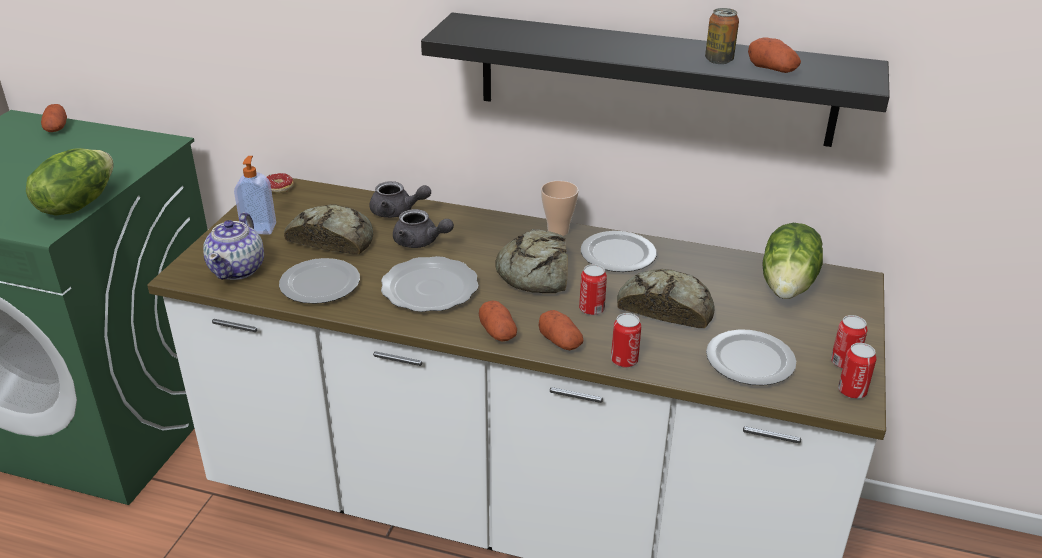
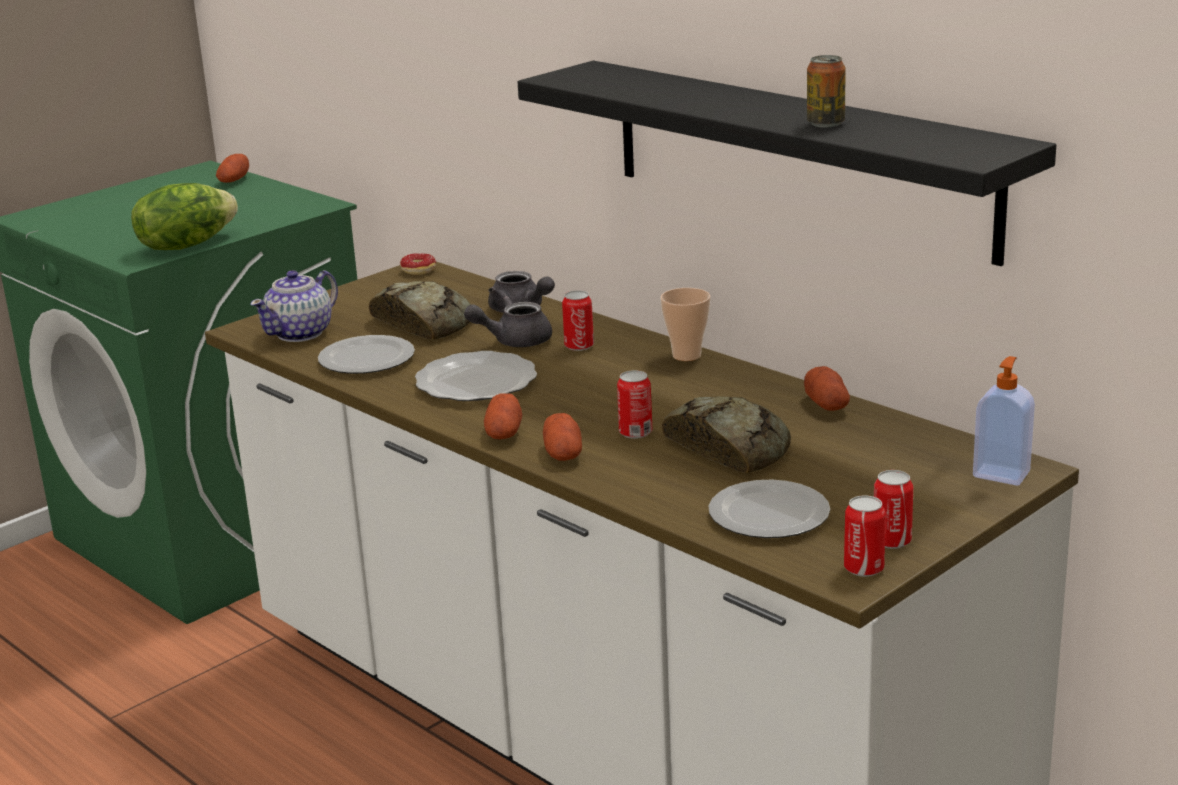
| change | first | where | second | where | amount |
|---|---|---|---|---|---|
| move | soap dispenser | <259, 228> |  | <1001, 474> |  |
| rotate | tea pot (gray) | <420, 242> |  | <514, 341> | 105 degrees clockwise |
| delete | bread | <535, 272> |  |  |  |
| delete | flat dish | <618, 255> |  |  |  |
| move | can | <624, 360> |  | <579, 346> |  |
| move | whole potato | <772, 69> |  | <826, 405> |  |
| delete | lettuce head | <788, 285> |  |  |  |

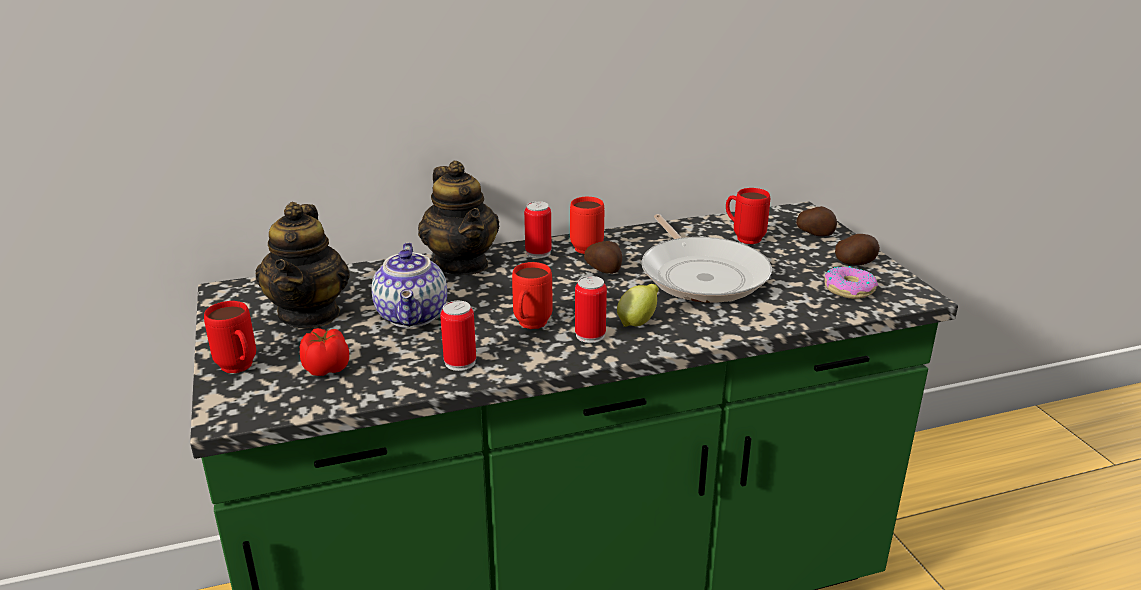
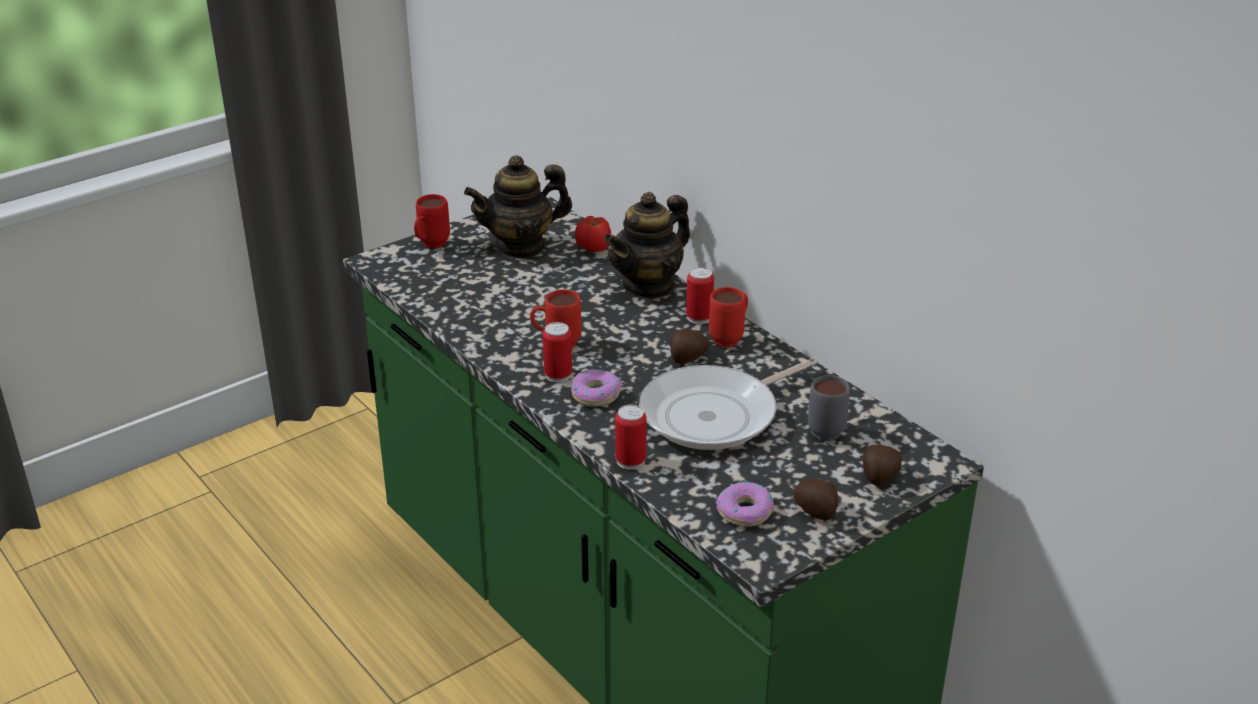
| change | first | where | second | where | amount |
|---|---|---|---|---|---|
| move | tomato | <326, 368> |  | <594, 247> |  |
| delete | tea pot | <414, 316> |  |  |  |
| move | can | <460, 362> |  | <630, 460> |  |
| replace | citrus fruit | <638, 322> | ring doughnut | <595, 394> |  |
| recolor | mug (reddish) | <743, 237> | mug (gray) | <828, 429> |  |

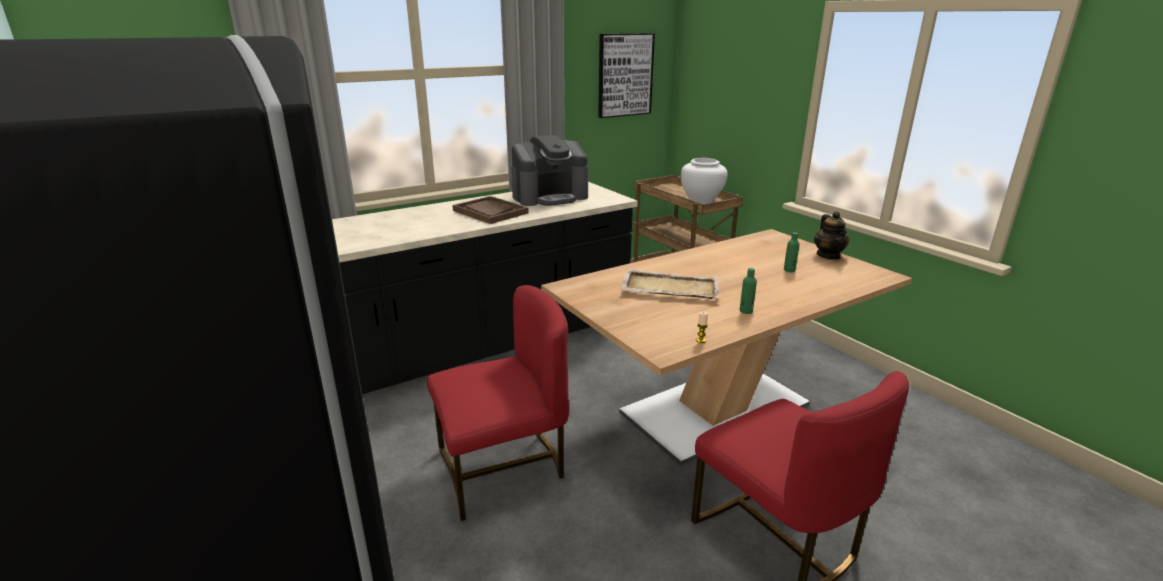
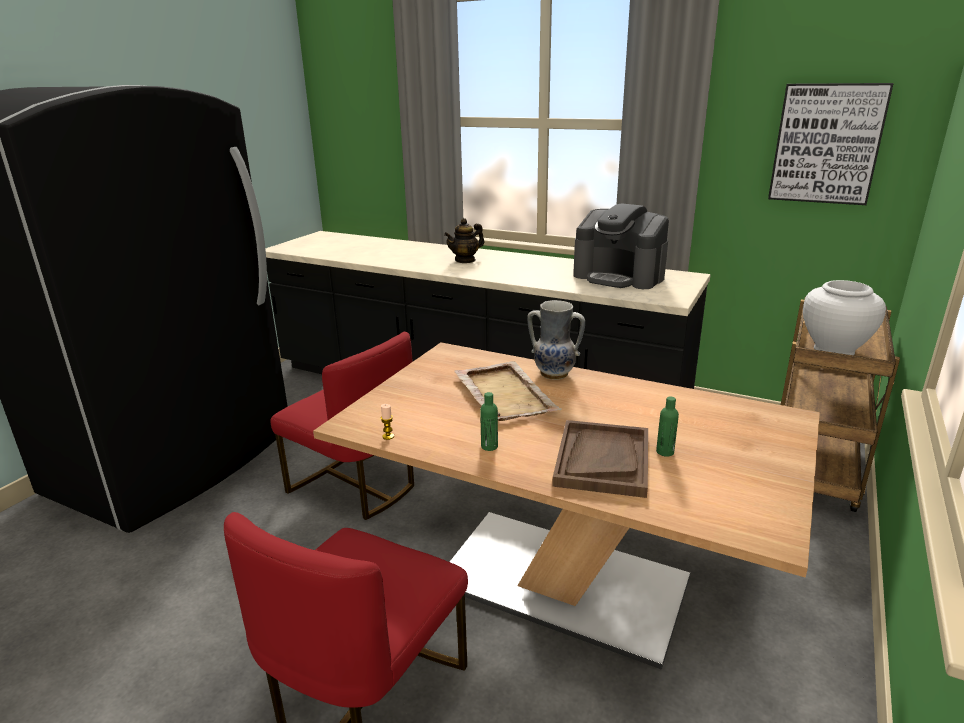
| change | first | where | second | where | amount |
|---|---|---|---|---|---|
| move | serving tray (brownish) | <490, 212> |  | <602, 460> |  |
| move | tea pot | <828, 255> |  | <465, 260> |  |
| insert |  |  | flower vase | <554, 373> |  |

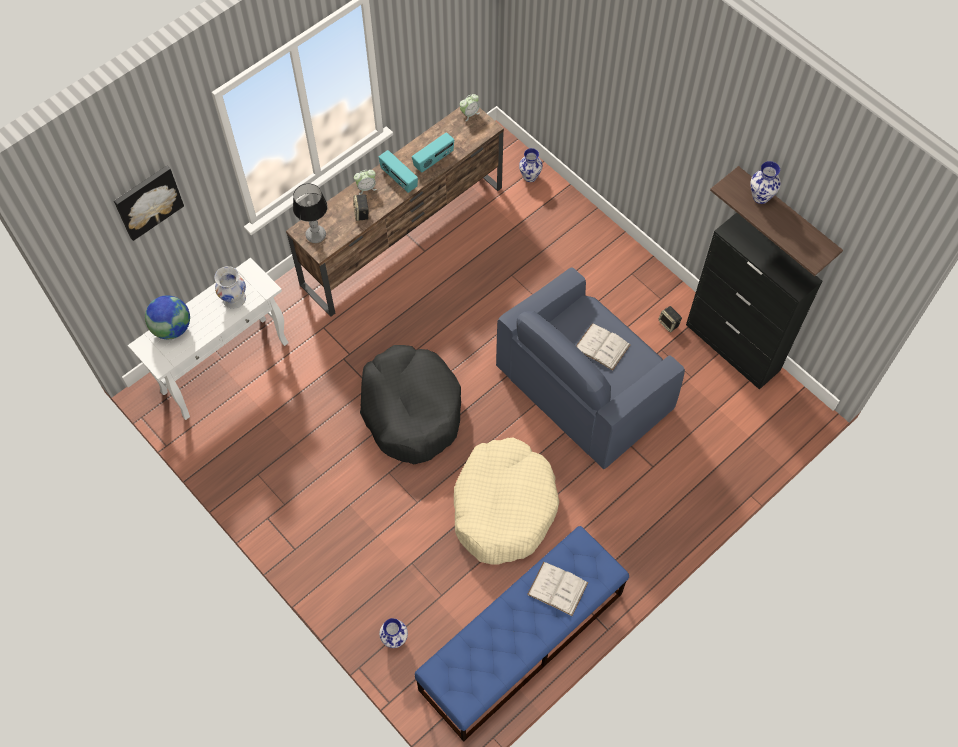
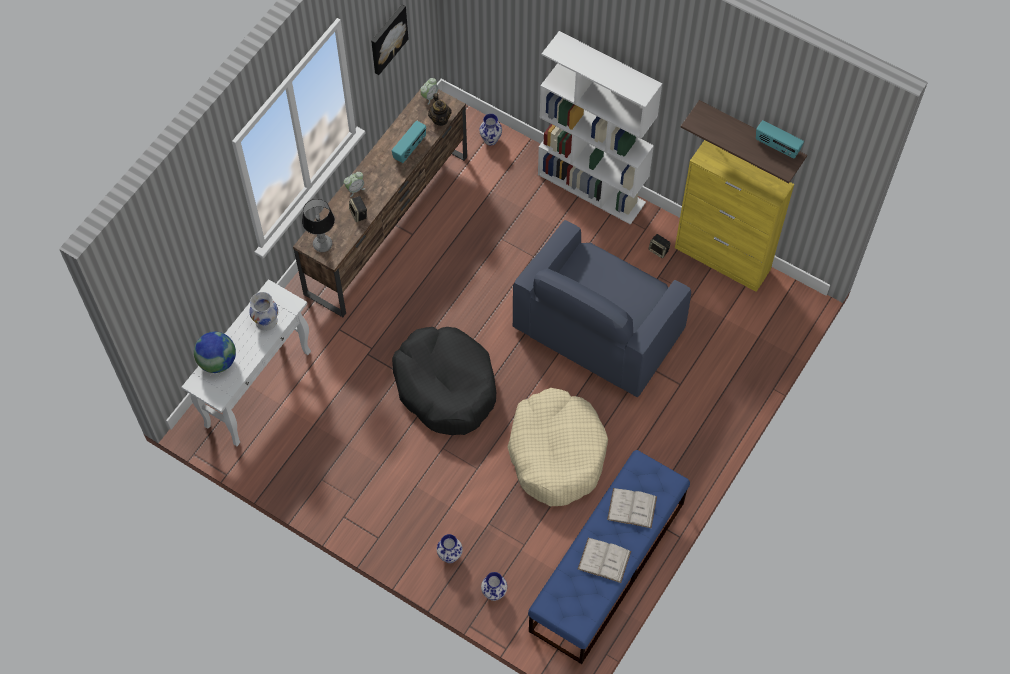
| change | first | where | second | where | amount |
|---|---|---|---|---|---|
| move | wall picture | <147, 201> |  | <387, 38> |  |
| move | radio receiver | <398, 179> |  | <777, 147> |  |
| move | book (white-coloured) | <602, 346> |  | <604, 560> |  |
| recolor | cupboard (black) | <732, 348> | cupboard (yellow-coloured) | <722, 259> |  |
| move | flower vase | <761, 197> |  | <450, 556> |  |
| insert |  |  | tea pot | <440, 119> |  |
| insert |  |  | shelving unit (white-coloured) | <592, 188> |  |

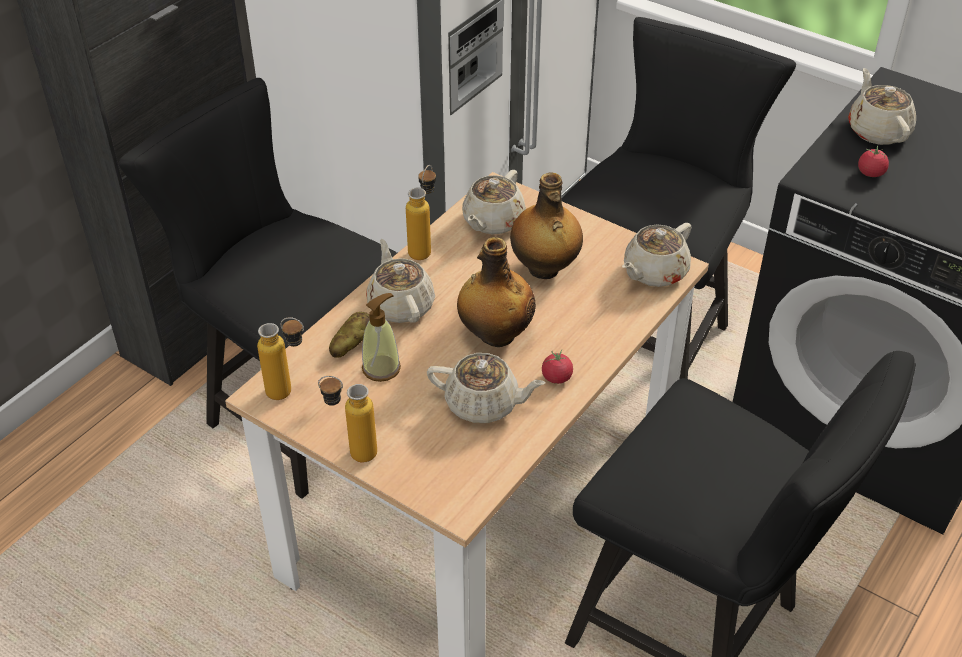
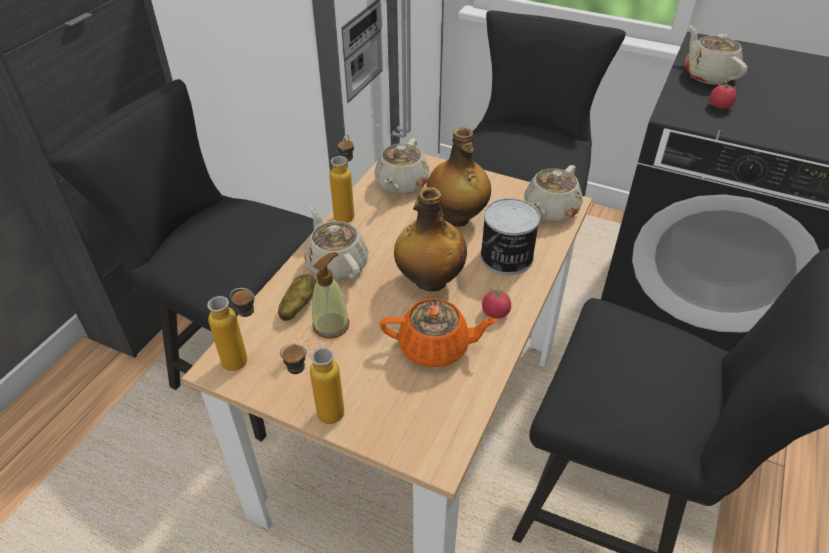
| change | first | where | second | where | amount |
|---|---|---|---|---|---|
| recolor | tea pot (beige-coloured) | <483, 404> | tea pot (orangey) | <435, 347> |  |
| insert |  |  | can | <506, 257> |  |

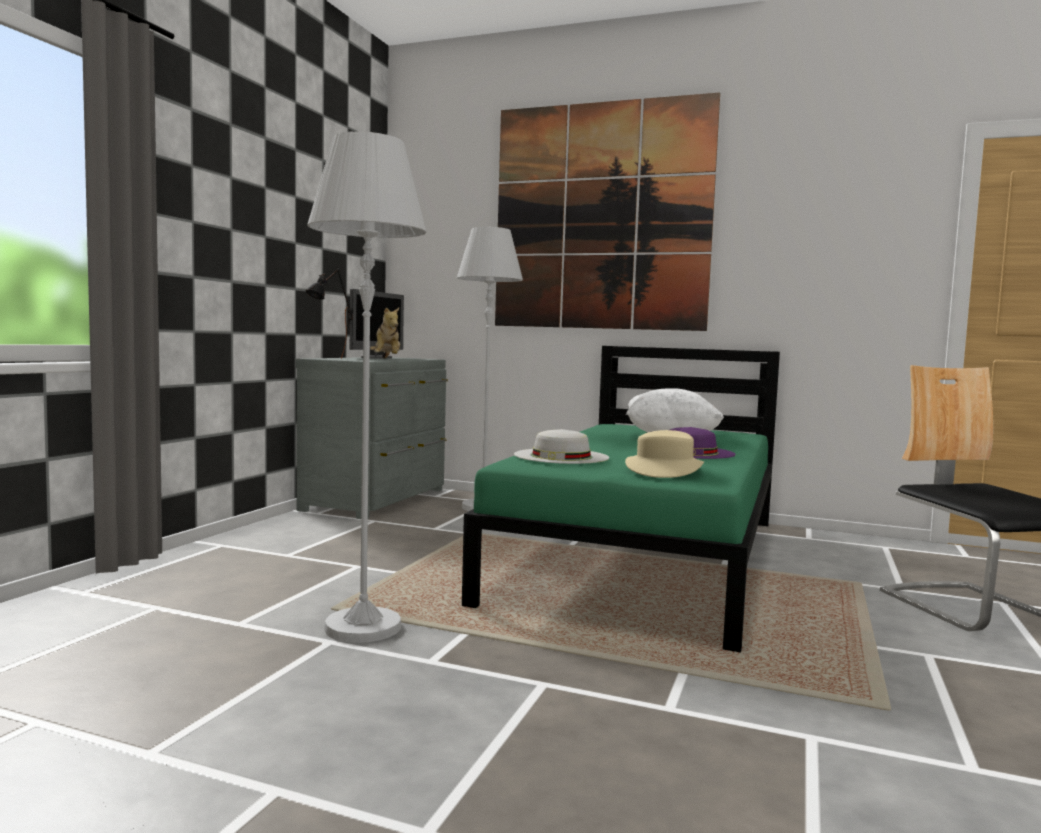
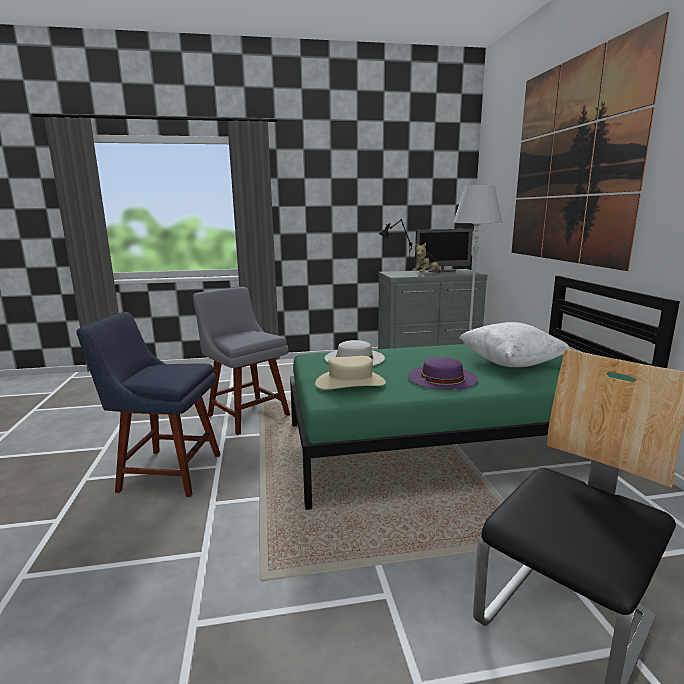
| change | first | where | second | where | amount |
|---|---|---|---|---|---|
| replace | standard lamp (white-coloured) | <363, 627> | chair (gray) | <246, 414> |  |
| insert |  |  | chair (bluish) | <166, 472> |  |

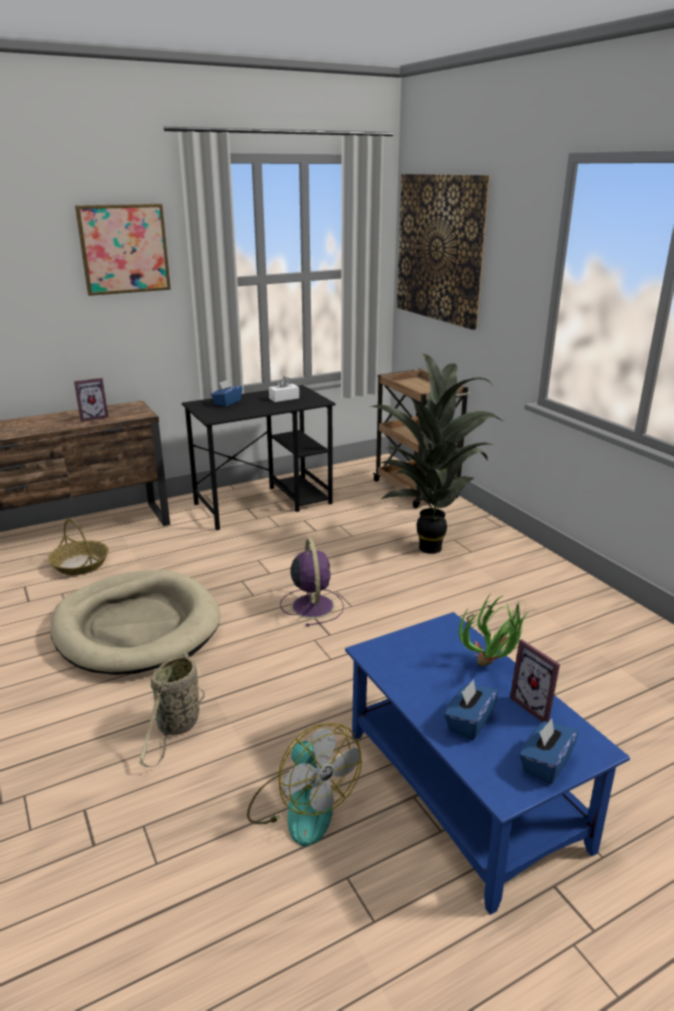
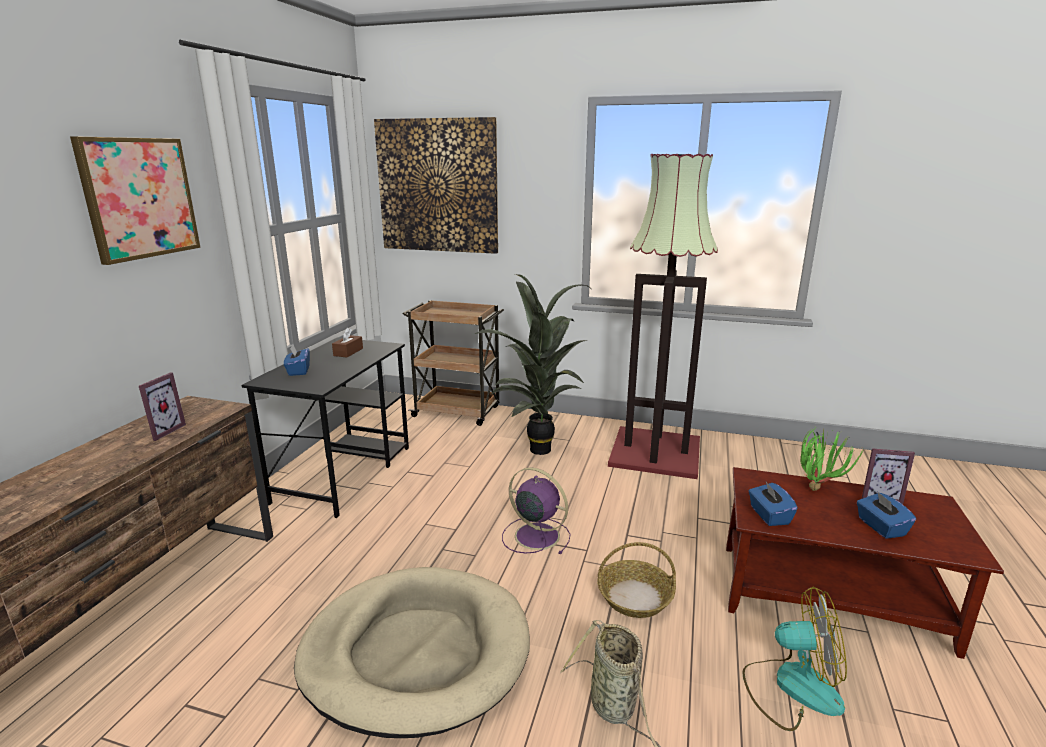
| change | first | where | second | where | amount |
|---|---|---|---|---|---|
| move | household basket | <80, 564> |  | <635, 597> |  |
| recolor | tissue holder (white-coloured) | <284, 398> | tissue holder (brownish) | <348, 352> |  |
| recolor | coffee table (bluish) | <465, 790> | coffee table (brownish) | <832, 596> |  |
| move | tissue holder (bluish) | <545, 763> |  | <769, 515> |  |
| insert |  |  | standard lamp | <657, 452> |  |

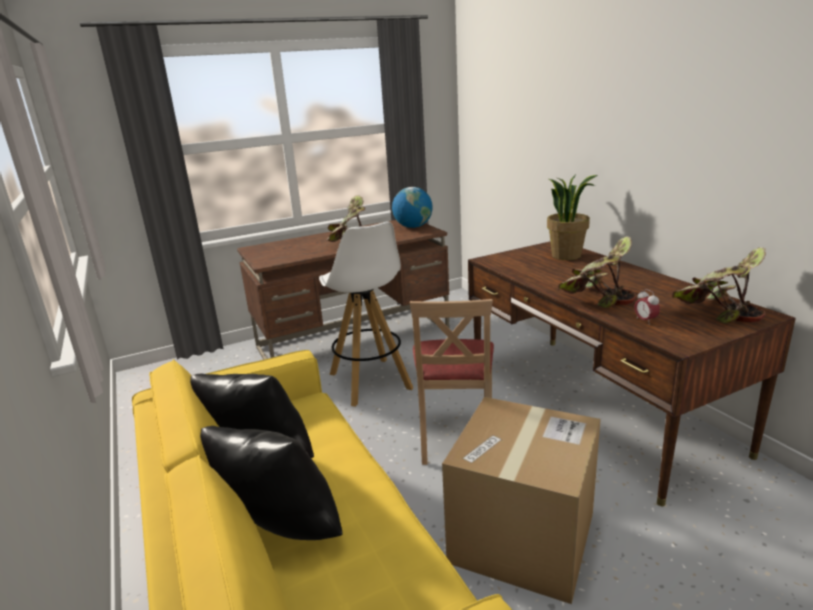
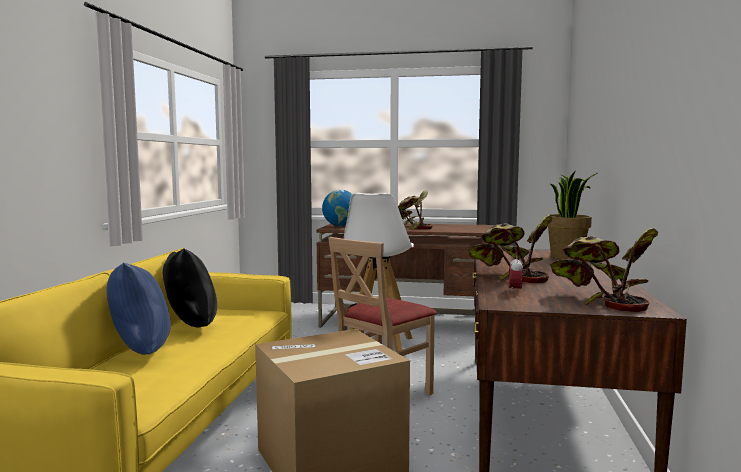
| change | first | where | second | where | amount |
|---|---|---|---|---|---|
| recolor | pillow (black) | <280, 534> | pillow (bluish) | <139, 353> |  |
| move | desk globe | <413, 227> |  | <340, 226> |  |

